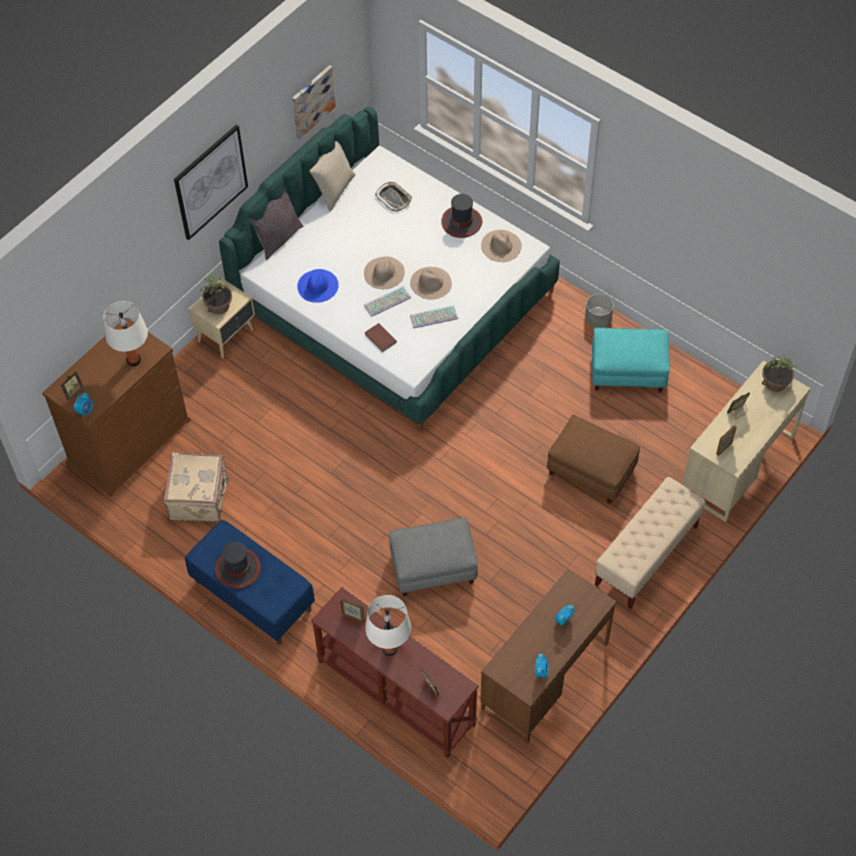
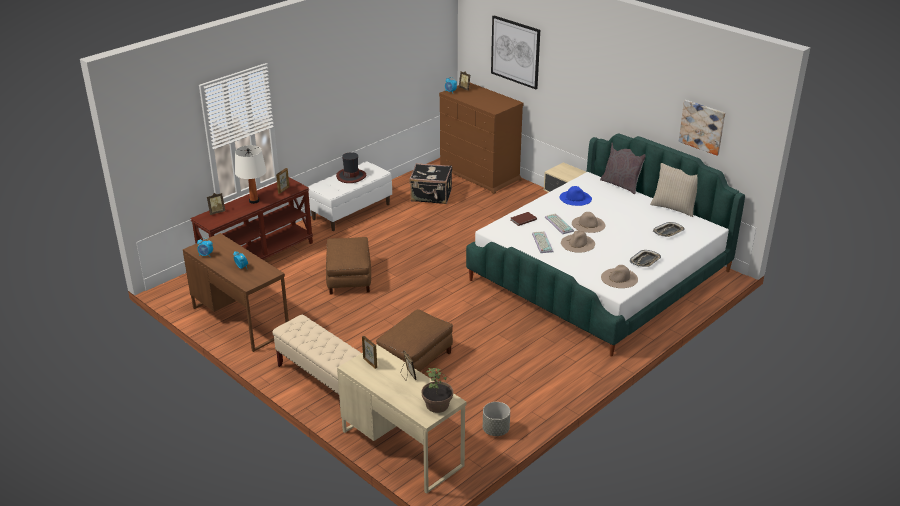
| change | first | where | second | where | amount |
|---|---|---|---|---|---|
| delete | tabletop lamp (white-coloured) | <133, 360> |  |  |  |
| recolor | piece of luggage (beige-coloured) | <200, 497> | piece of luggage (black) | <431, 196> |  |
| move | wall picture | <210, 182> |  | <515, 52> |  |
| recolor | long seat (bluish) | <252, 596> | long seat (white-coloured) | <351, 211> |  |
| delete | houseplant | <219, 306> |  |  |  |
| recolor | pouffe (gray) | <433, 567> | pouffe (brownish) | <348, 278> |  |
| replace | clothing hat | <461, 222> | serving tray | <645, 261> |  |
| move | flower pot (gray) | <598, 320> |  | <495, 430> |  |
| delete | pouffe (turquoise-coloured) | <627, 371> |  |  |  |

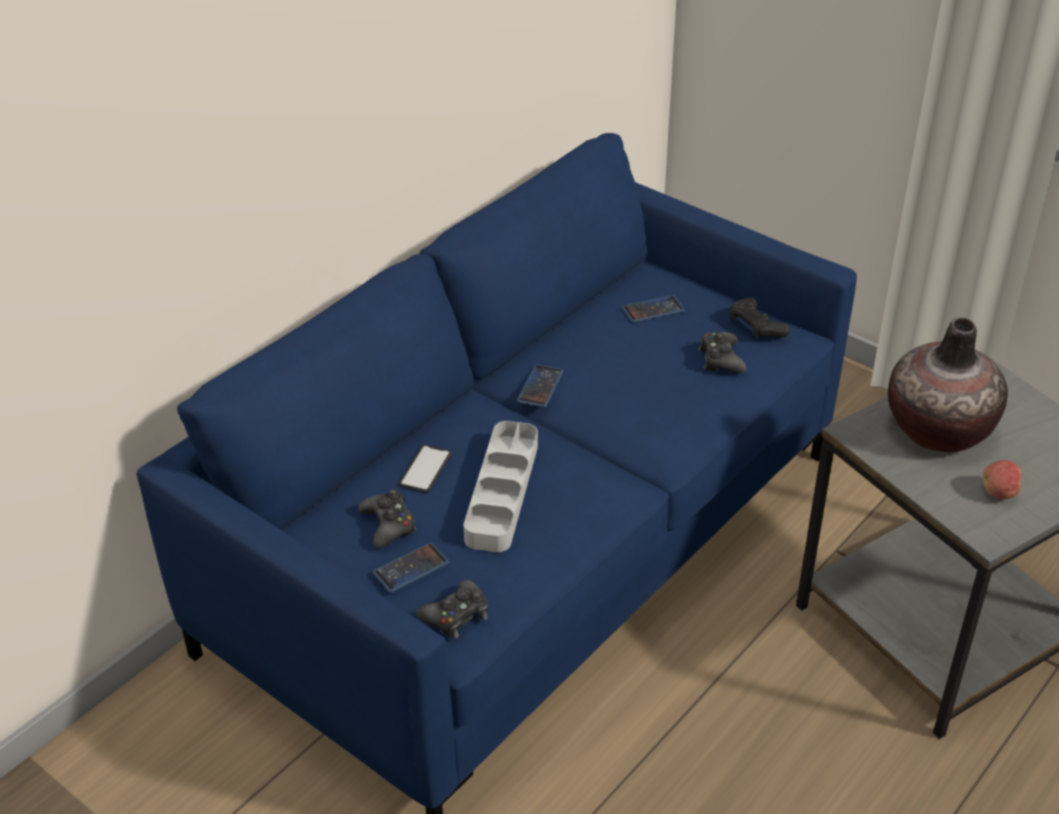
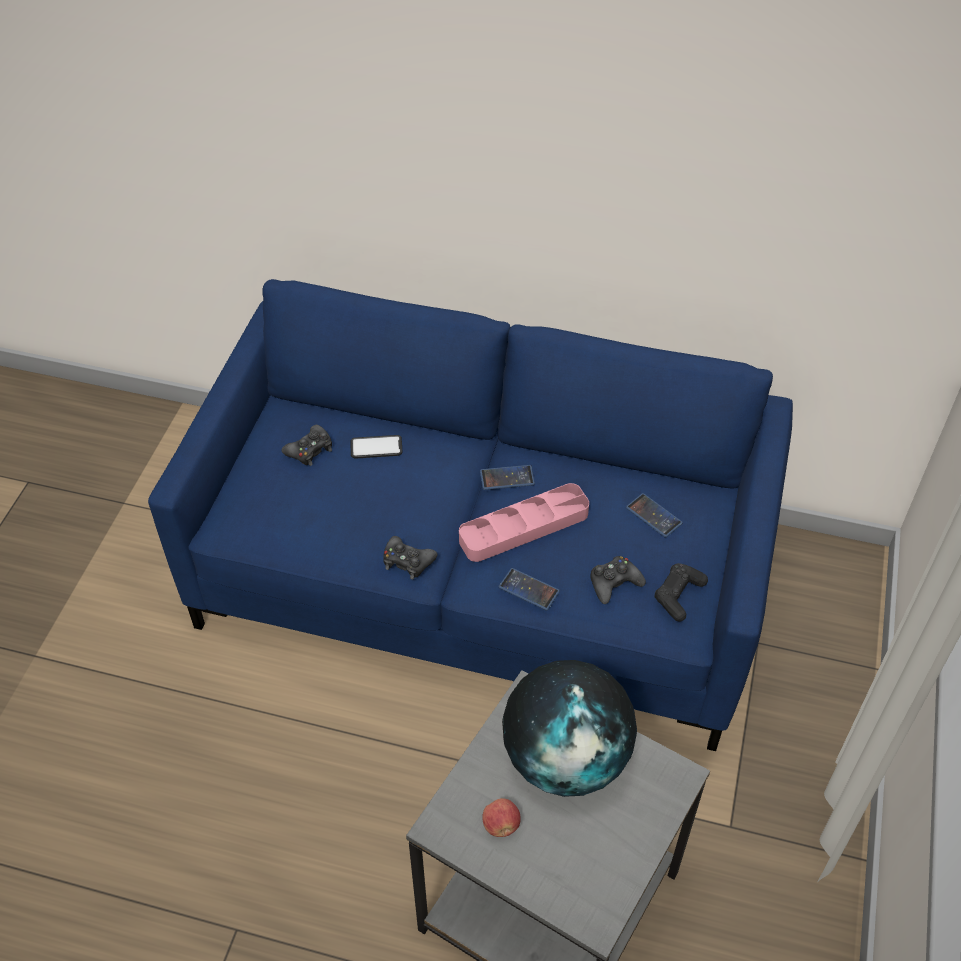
| change | first | where | second | where | amount |
|---|---|---|---|---|---|
| move | phone | <411, 568> |  | <529, 589> |  |
| move | joypad (black) | <456, 615> |  | <407, 561> |  |
| delete | serving tray (gray) | <502, 492> |  |  |  |
| replace | flower vase | <938, 429> | desk globe | <566, 758> |  |
| insert |  |  | serving tray (pinkish) | <524, 527> |  |

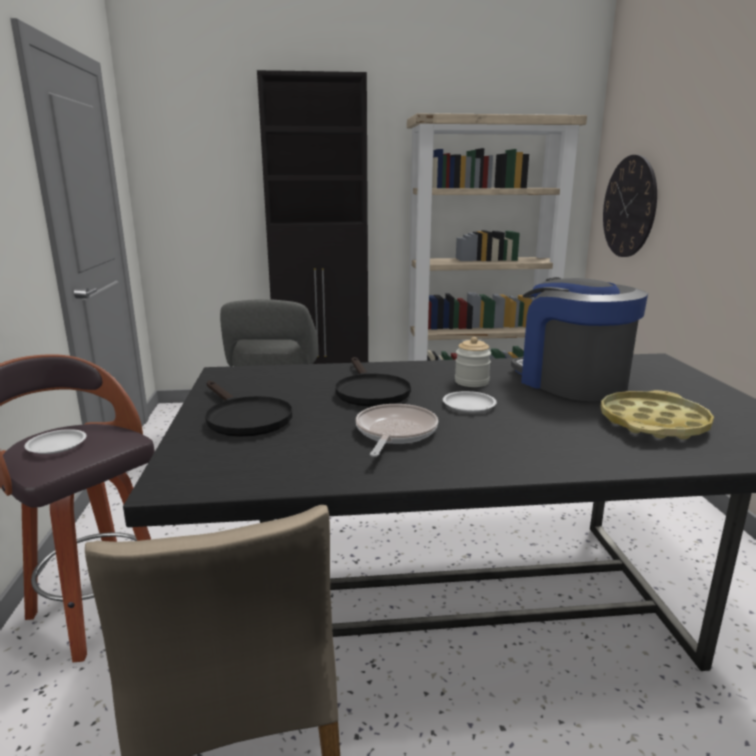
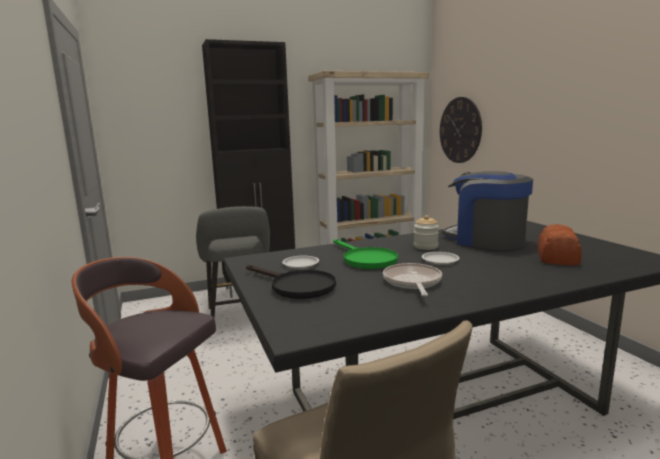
| change | first | where | second | where | amount |
|---|---|---|---|---|---|
| move | flat dish (white-coloured) | <56, 445> |  | <300, 264> |  |
| recolor | skillet (black) | <369, 391> | skillet (green) | <365, 259> |  |
| replace | serving tray (yellow-coloured) | <653, 423> | bread | <558, 257> |  |

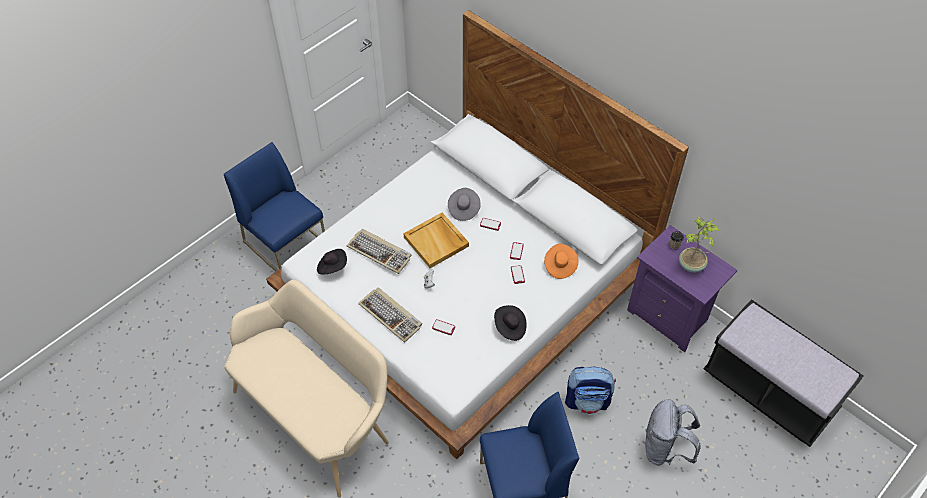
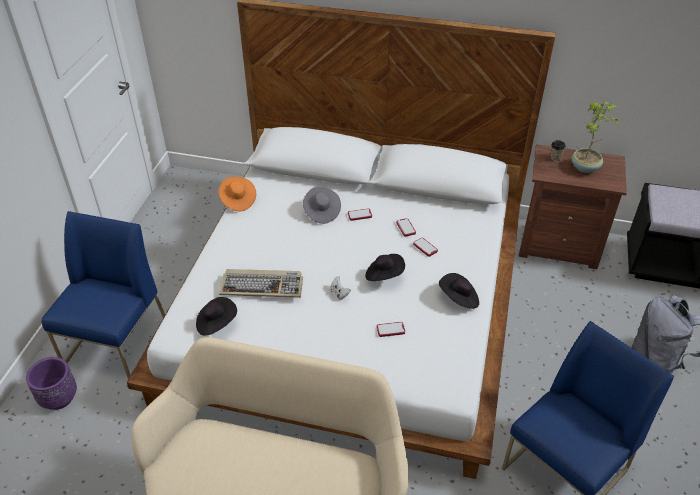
| change | first | where | second | where | amount |
|---|---|---|---|---|---|
| rotate | chair (bluish) | <286, 243> |  | <116, 344> | 90 degrees clockwise |
| delete | keyboard | <391, 315> |  |  |  |
| delete | serving tray (beige-coloured) | <436, 242> |  |  |  |
| move | clothing hat (orangey) | <560, 266> |  | <237, 200> |  |
| delete | knapsack | <587, 401> |  |  |  |
| recolor | night table (purplish) | <670, 316> | night table (brownish) | <559, 245> |  |
| insert |  |  | flower pot (purplish) | <59, 398> |  |
| insert |  |  | clothing hat (black) | <384, 275> |  |

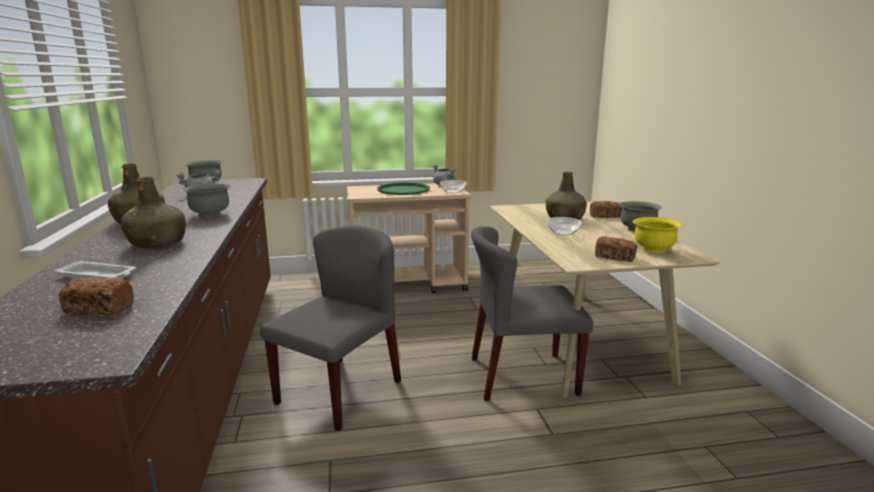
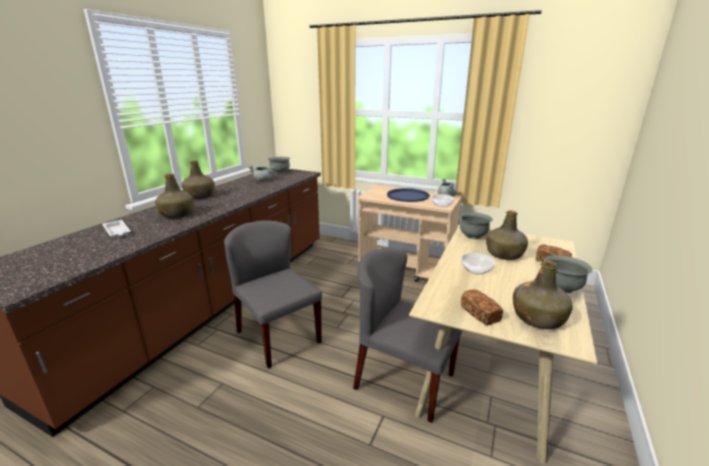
| change | first | where | second | where | amount |
|---|---|---|---|---|---|
| delete | bread | <99, 308> |  |  |  |
| move | serving bowl (gray) | <210, 214> |  | <473, 236> |  |
| rotate | chair (gray) | <339, 391> |  | <277, 336> | 105 degrees counterclockwise |
| recolor | serving tray (green) | <403, 190> | serving tray (bluish) | <408, 196> |  |
| replace | serving bowl (yellow-coloured) | <653, 249> | bottle (green) | <538, 318> |  |

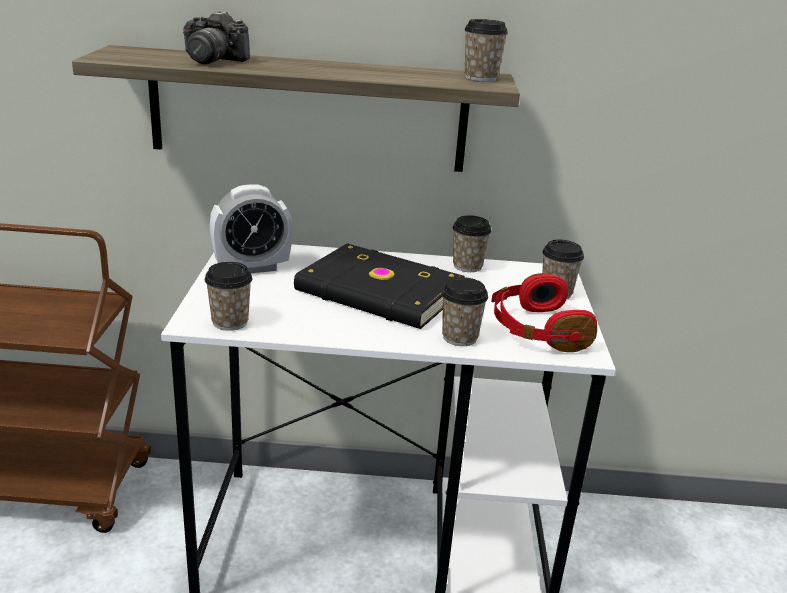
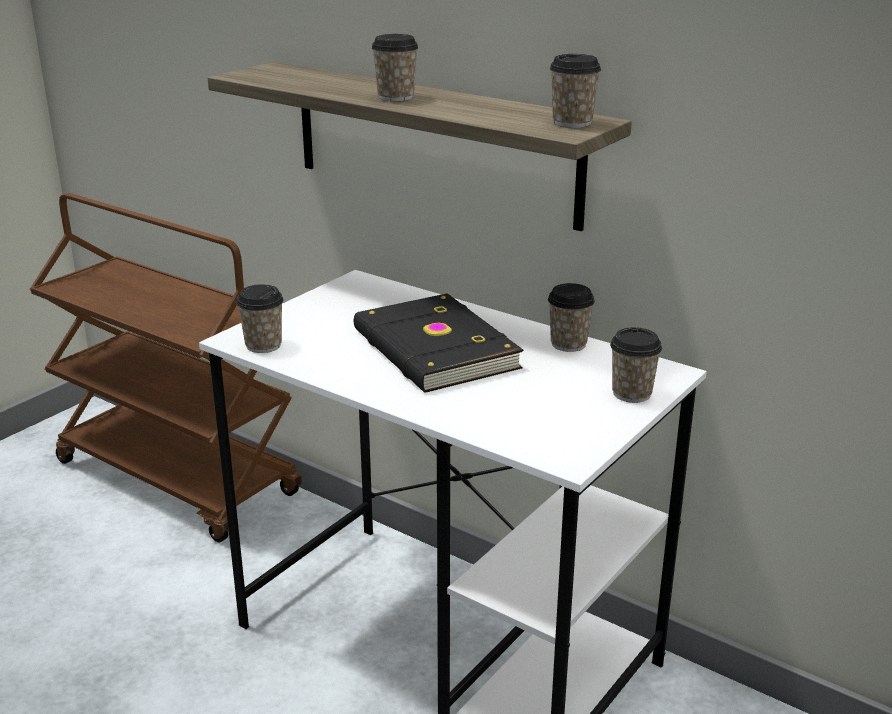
| change | first | where | second | where | amount |
|---|---|---|---|---|---|
| delete | still camera | <212, 60> |  |  |  |
| delete | bedside clock | <252, 268> |  |  |  |
| move | cup | <459, 337> |  | <396, 97> |  |
| delete | pair of headphones (reddish) | <536, 330> |  |  |  |

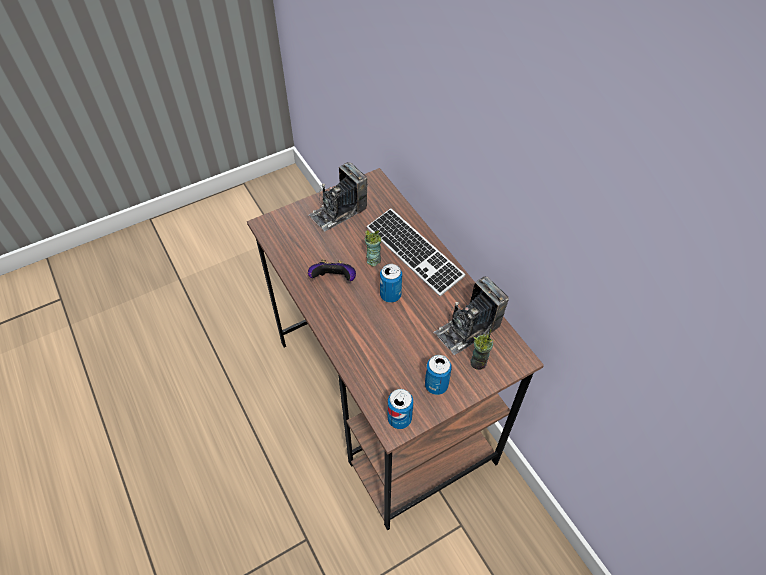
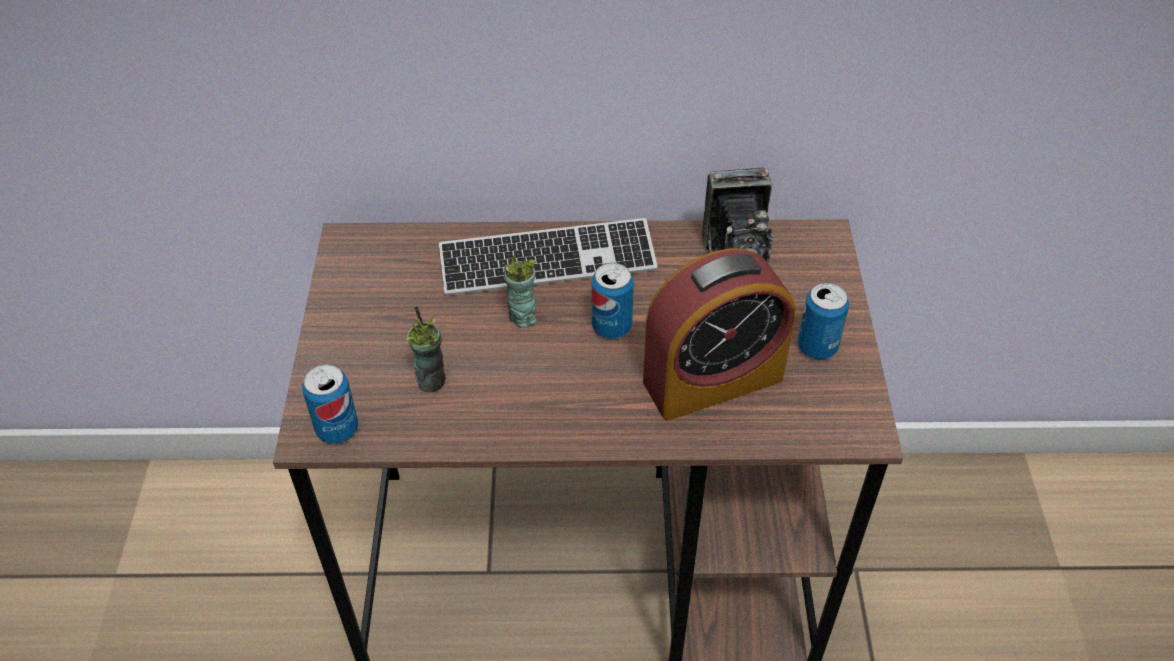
| change | first | where | second | where | amount |
|---|---|---|---|---|---|
| delete | still camera | <338, 211> |  |  |  |
| delete | joypad | <334, 280> |  |  |  |
| move | can | <399, 419> |  | <337, 429> |  |
| move | cup | <478, 362> |  | <431, 380> |  |
| insert |  |  | bedside clock | <712, 380> |  |

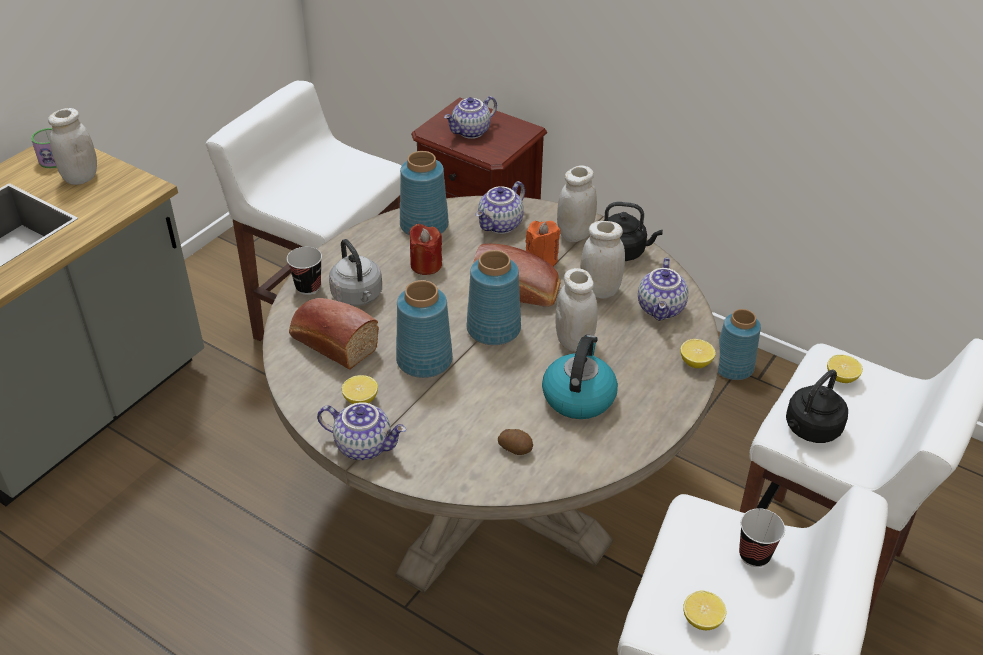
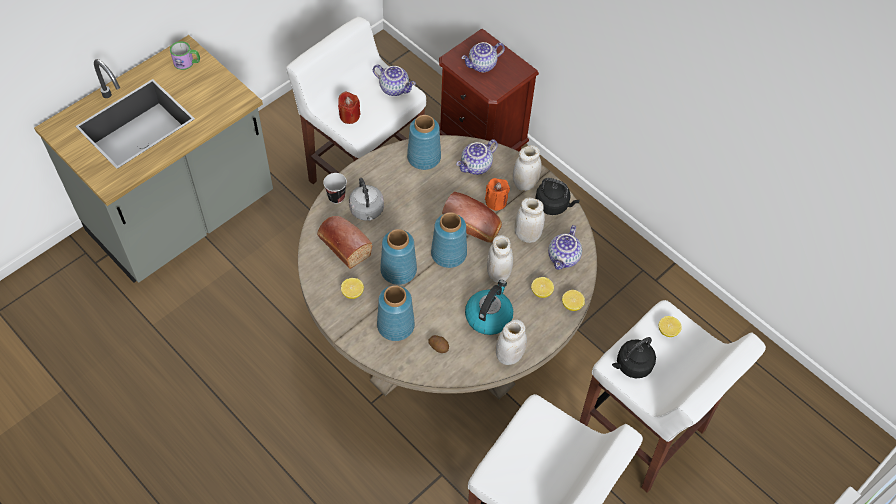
| change | first | where | second | where | amount |
|---|---|---|---|---|---|
| move | preserve jar (white-coloured) | <81, 177> |  | <509, 355> |  |
| move | tea pot | <364, 445> |  | <395, 88> |  |
| move | candle (reddish) | <426, 265> |  | <349, 116> |  |
| move | citrus fruit | <702, 620> |  | <541, 292> |  |
| move | flower vase (bluish) | <732, 367> |  | <395, 325> |  |
| delete | cup | <754, 555> |  |  |  |

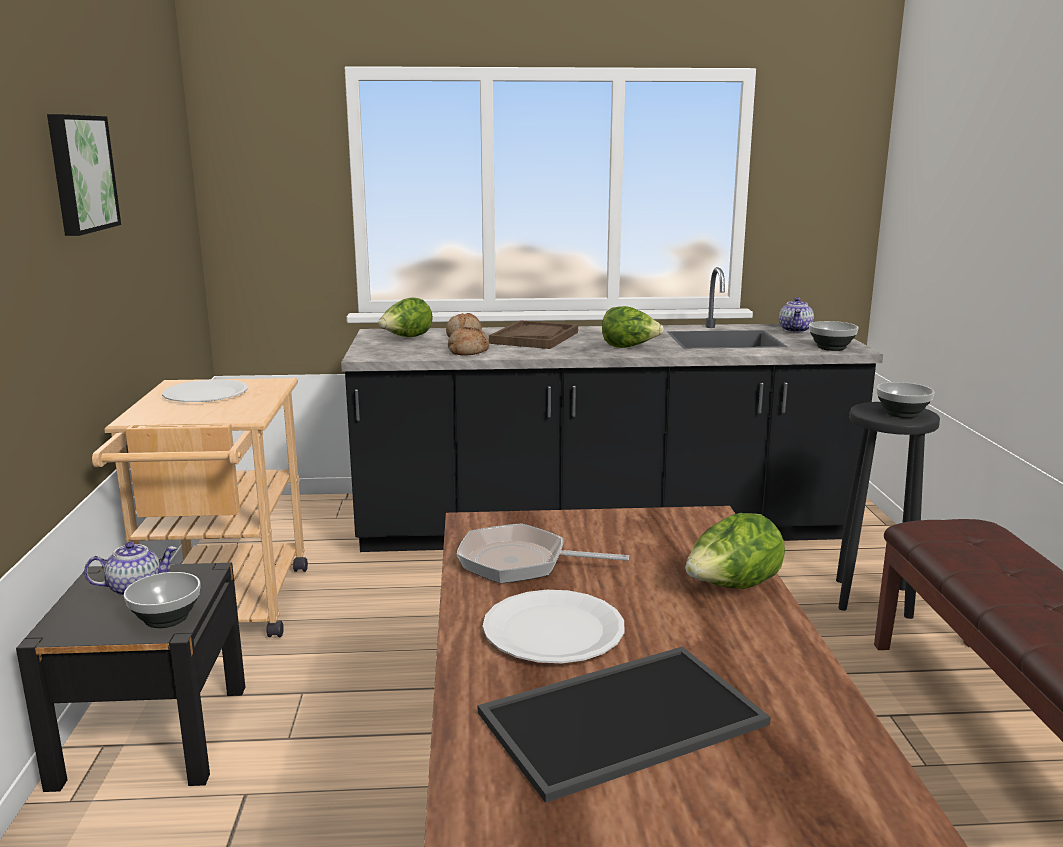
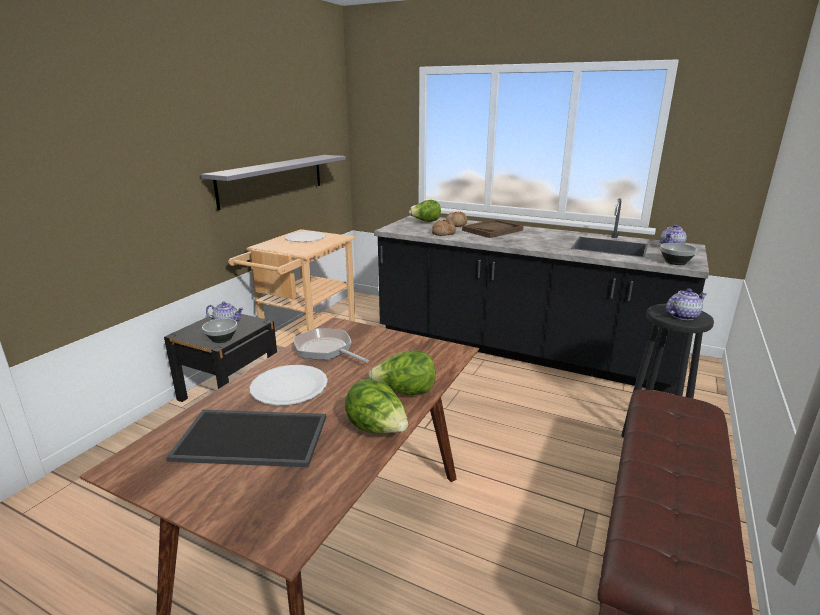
| change | first | where | second | where | amount |
|---|---|---|---|---|---|
| delete | wall picture | <79, 173> |  |  |  |
| move | lettuce head | <629, 347> |  | <377, 430> |  |
| replace | serving bowl | <901, 414> | tea pot | <682, 316> |  |
| insert |  |  | shelf (gray) | <272, 179> |  |

